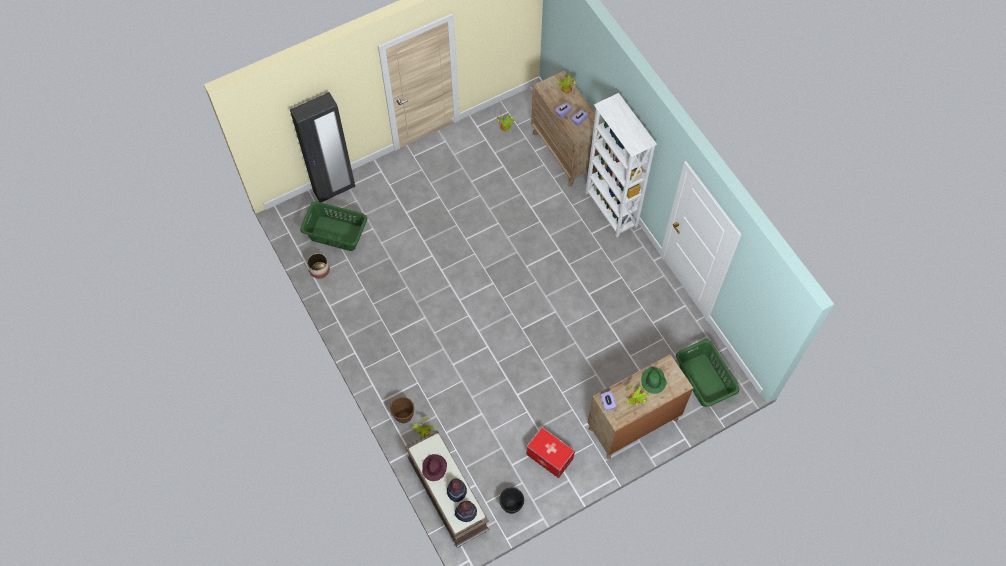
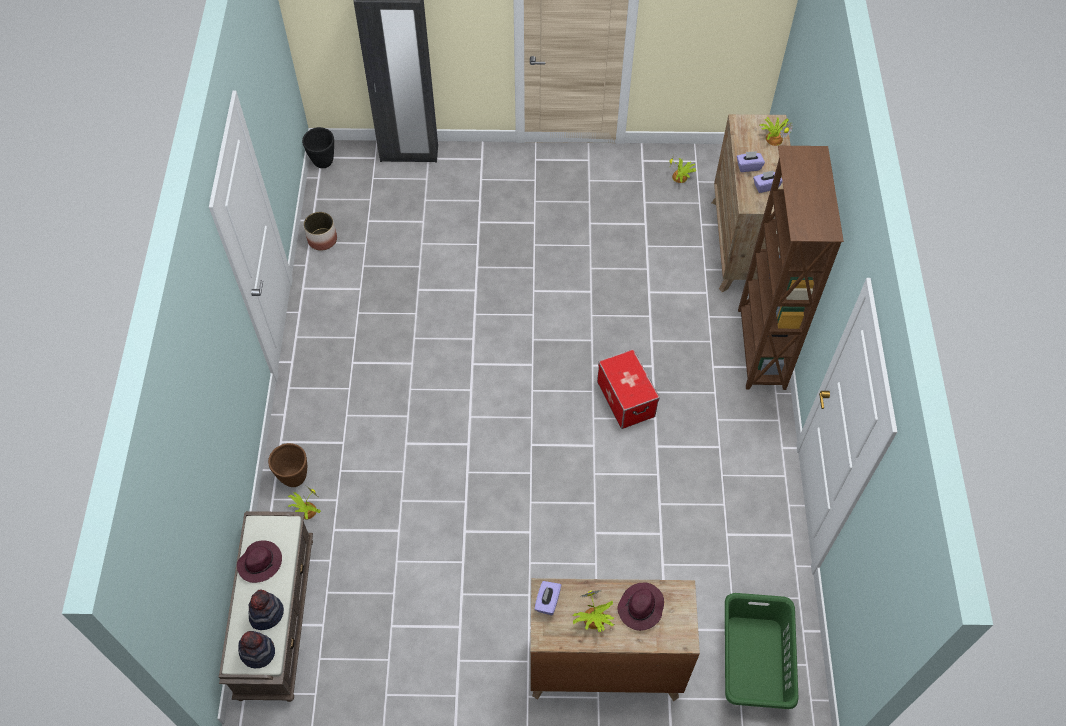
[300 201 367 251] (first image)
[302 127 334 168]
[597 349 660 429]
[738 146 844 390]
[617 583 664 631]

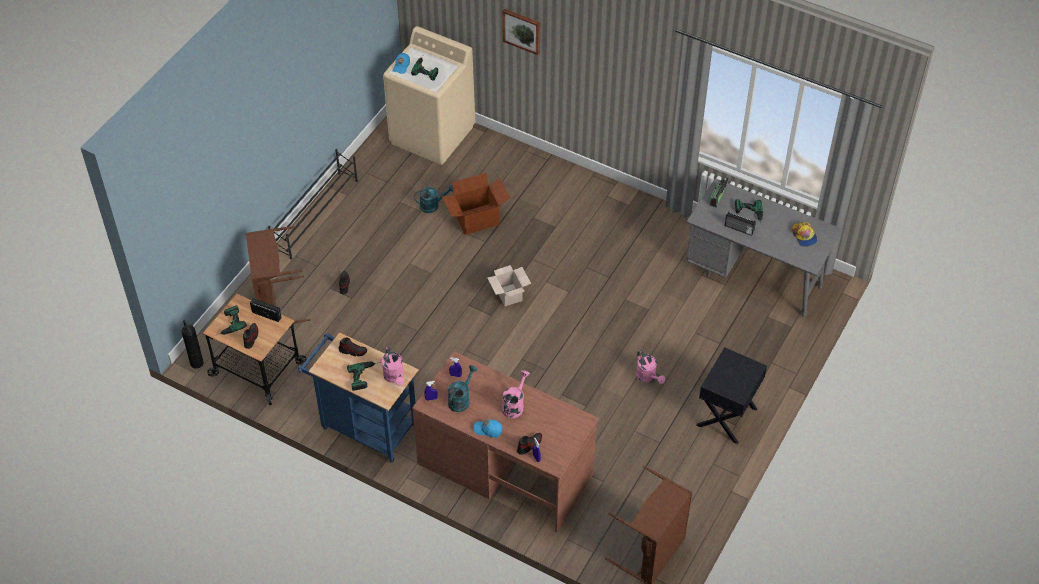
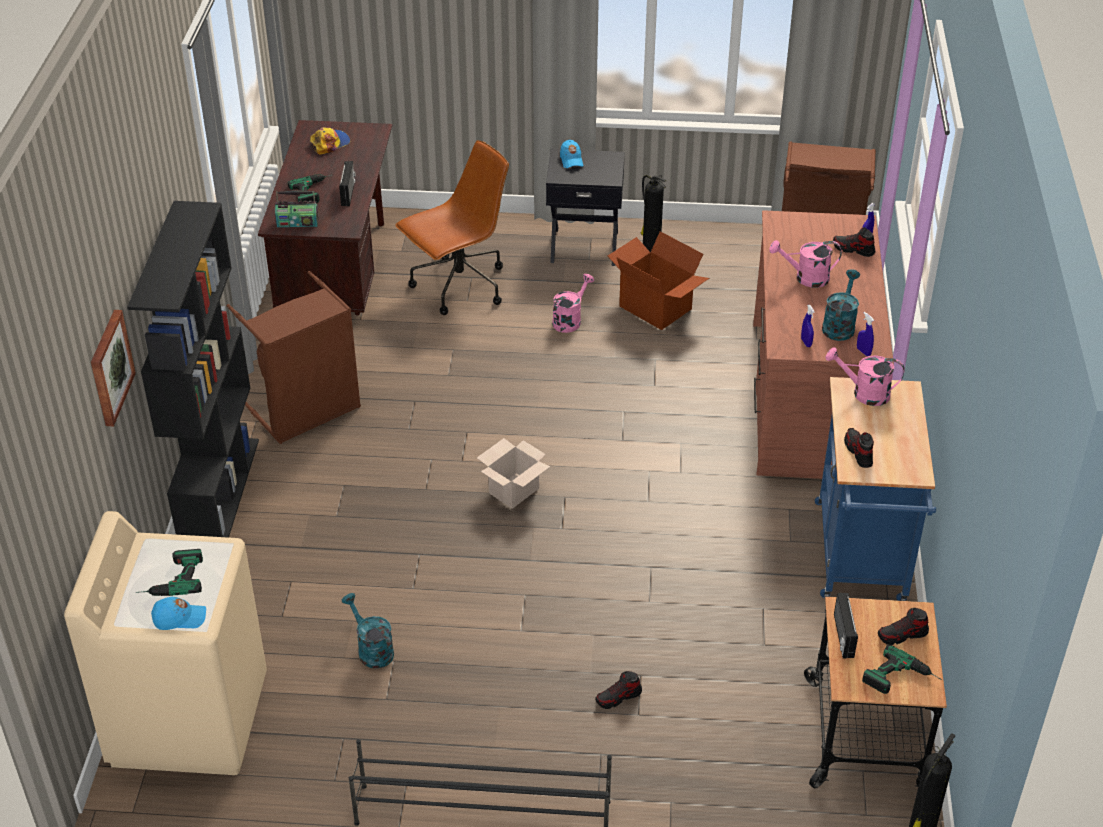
[226 271 361 444]
[347 361 381 391] (first image)
[826 347 905 406]
[608 231 709 330]
[822 269 860 341]
[560 140 584 168]
[258 120 392 316]
[127 201 259 538]
[395 140 509 315]
[641 175 666 252]

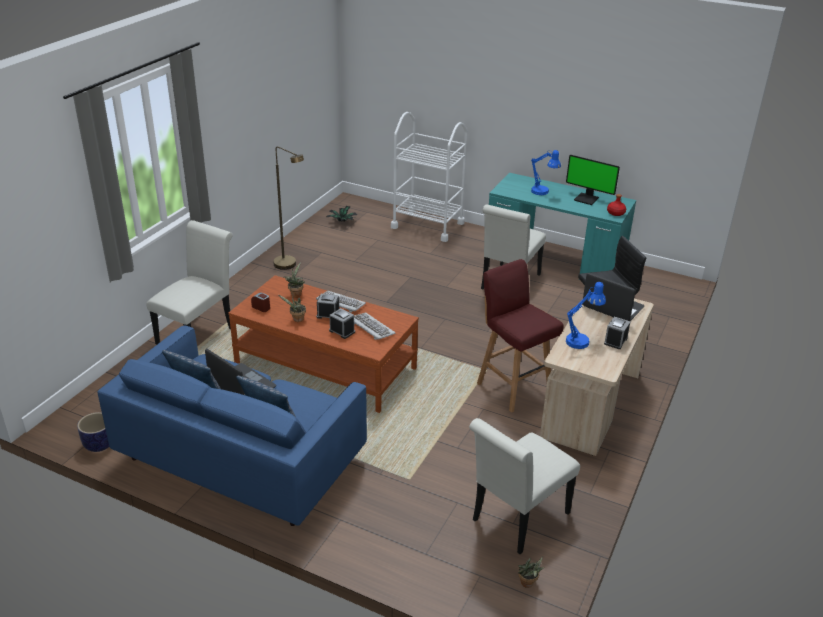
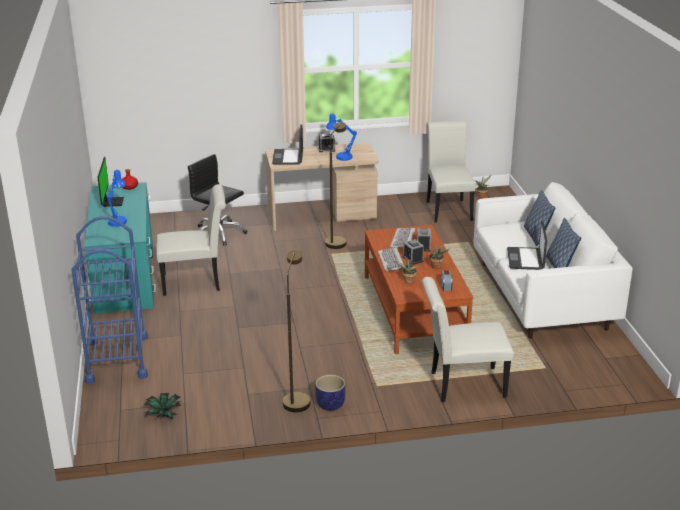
[315 375 345 411]
[474 182 633 338]
[71 216 148 384]
[426 120 475 223]
[325 122 346 249]

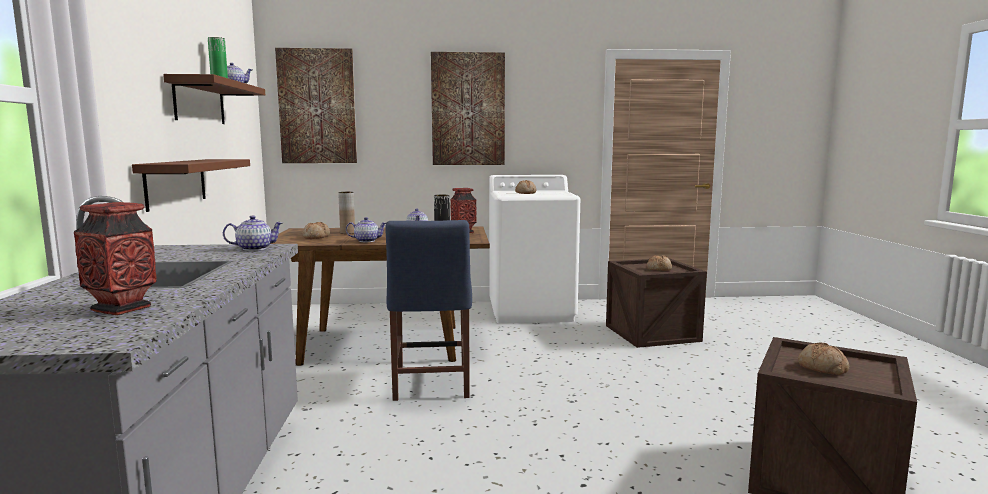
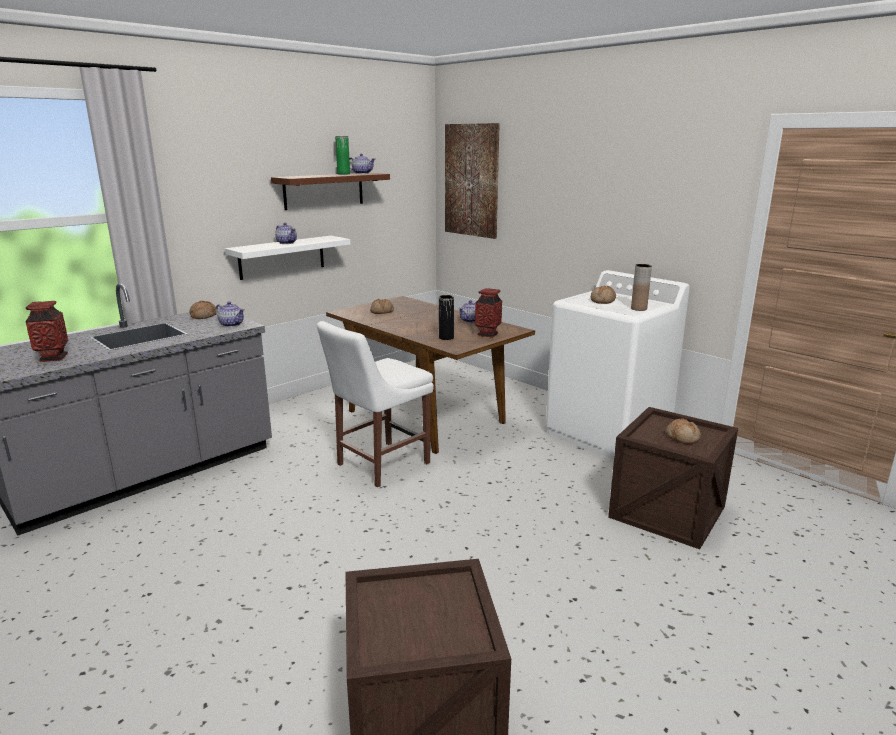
[225 236 351 280]
[631 264 652 311]
[275 223 297 244]
[317 321 434 487]
[431 52 505 165] (first image)
[189 301 216 319]

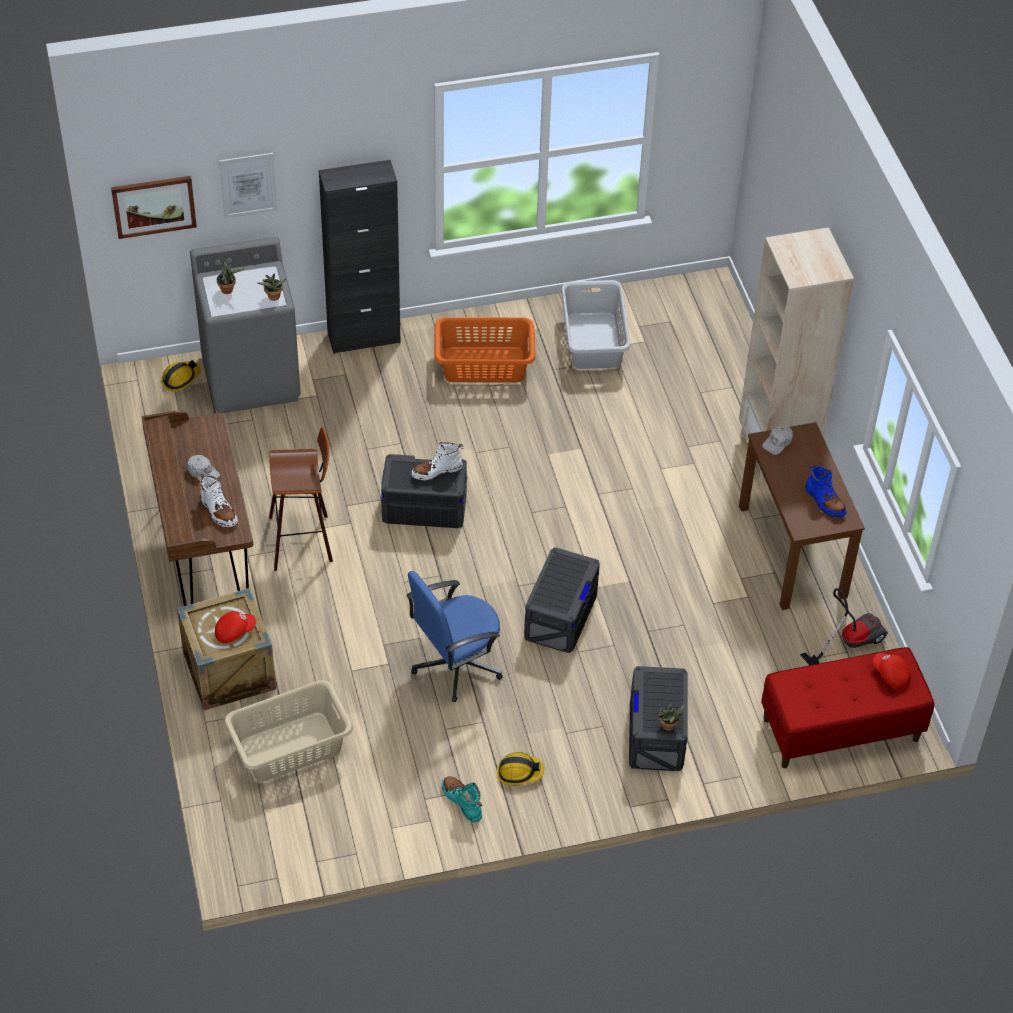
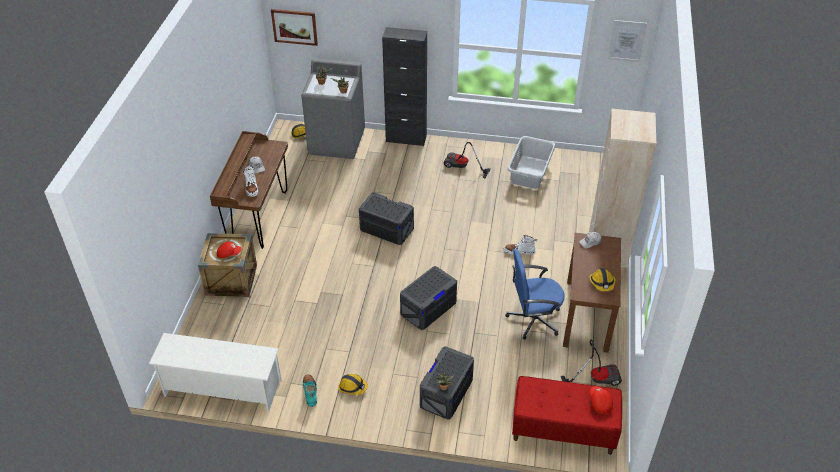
[608 20 647 62]
[224 680 353 782] (first image)
[269 427 333 571] (first image)
[505 249 565 340]
[504 235 538 255]
[444 142 491 179]
[589 268 615 291]
[149 333 282 411]

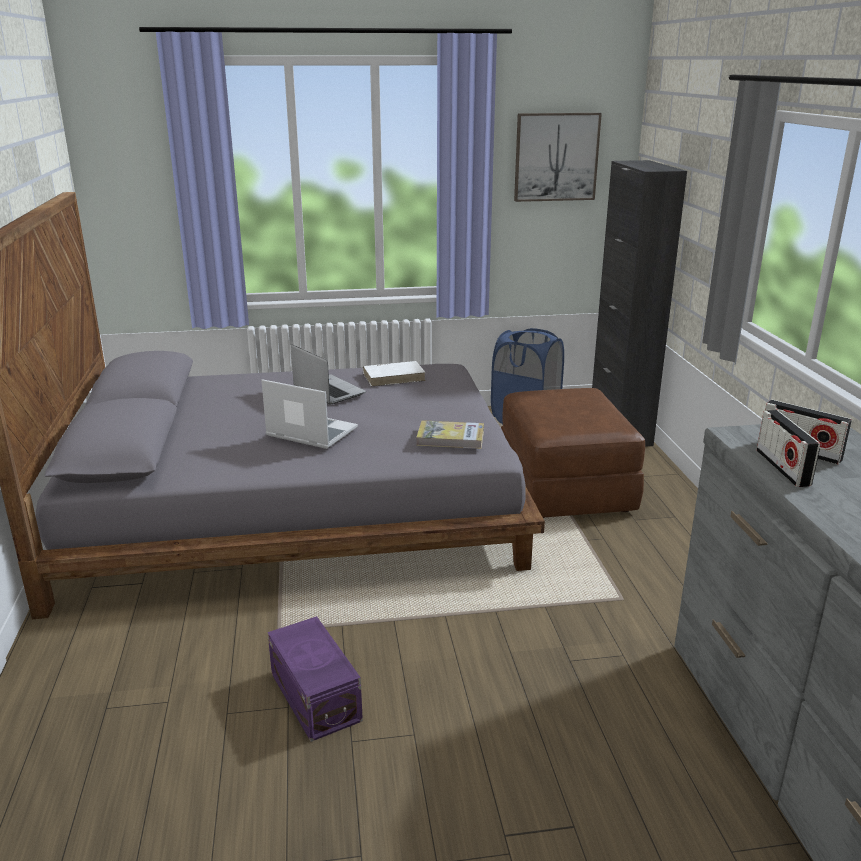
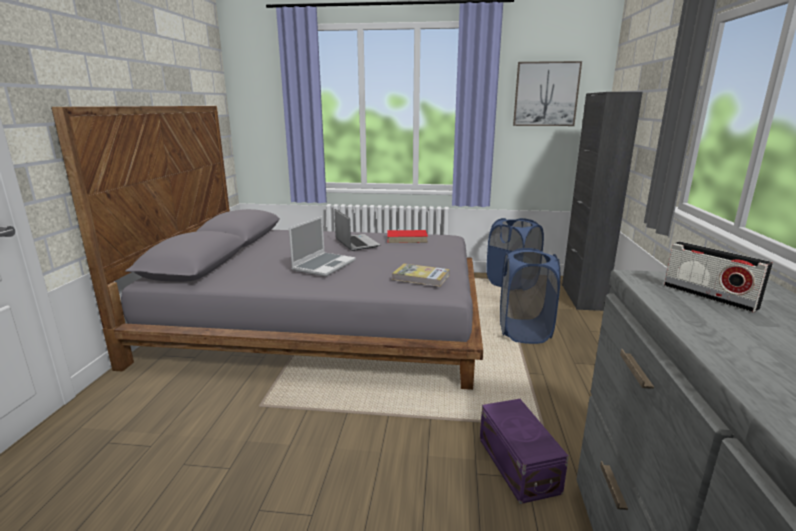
[289 216 356 276]
[480 399 569 504]
[387 230 428 243]
[500 248 560 344]
[757 410 820 487] (first image)

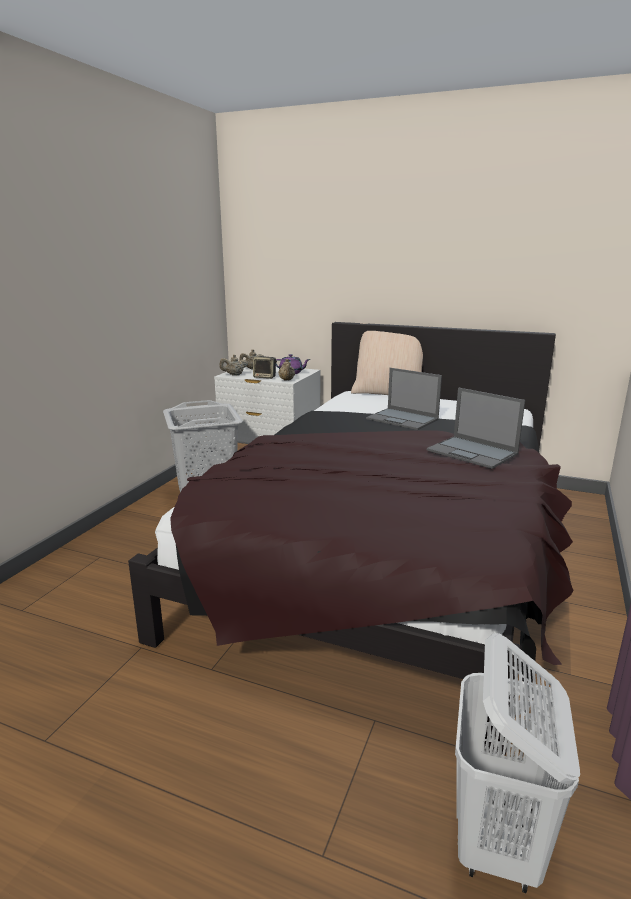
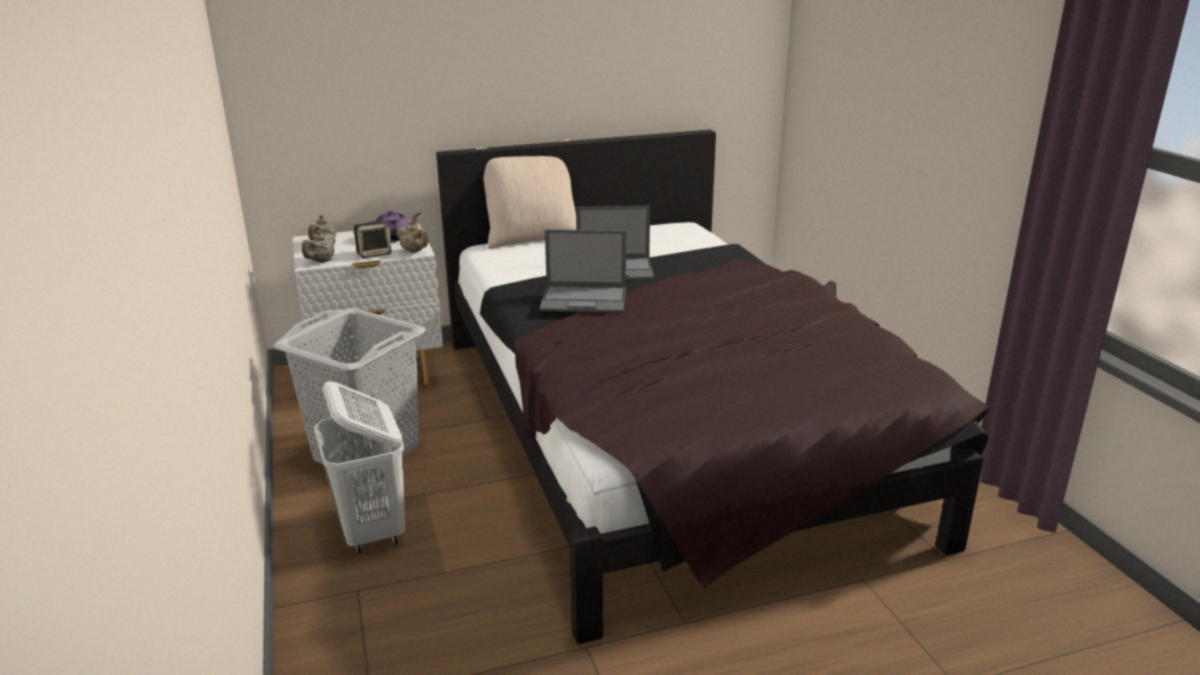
[539 229 626 313]
[314 381 405 554]

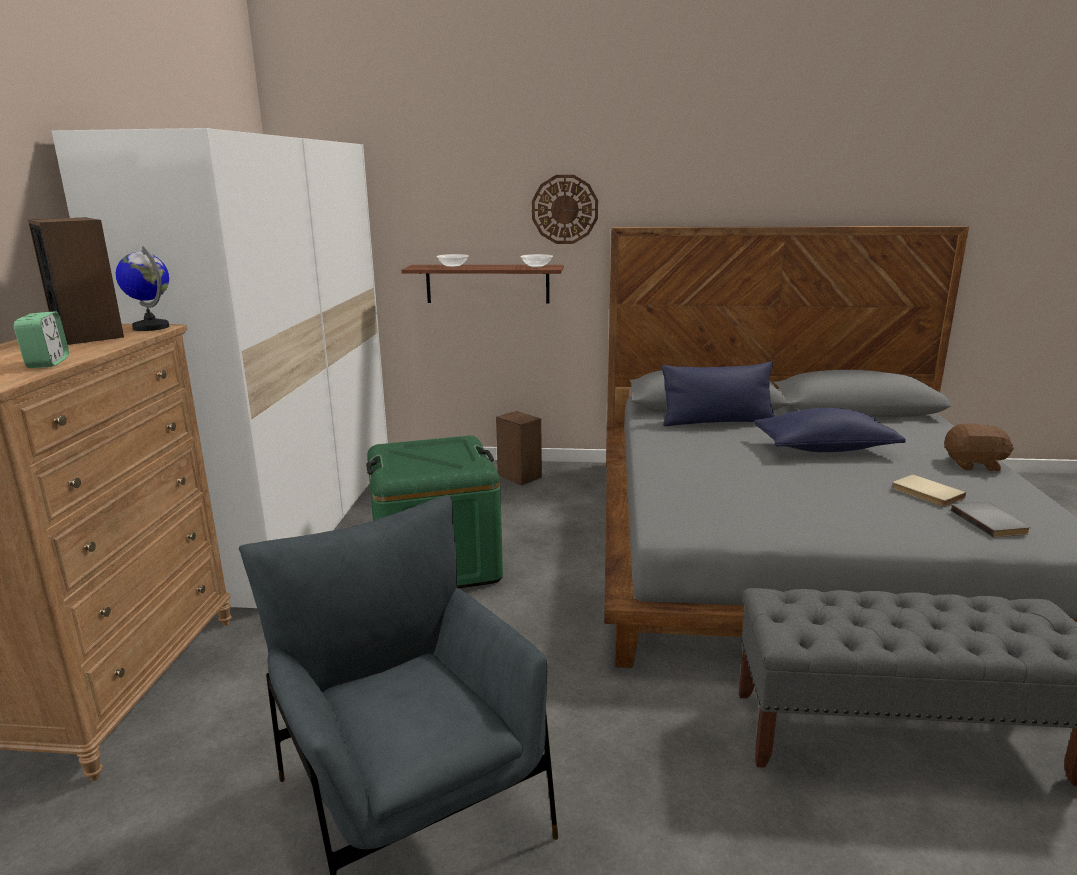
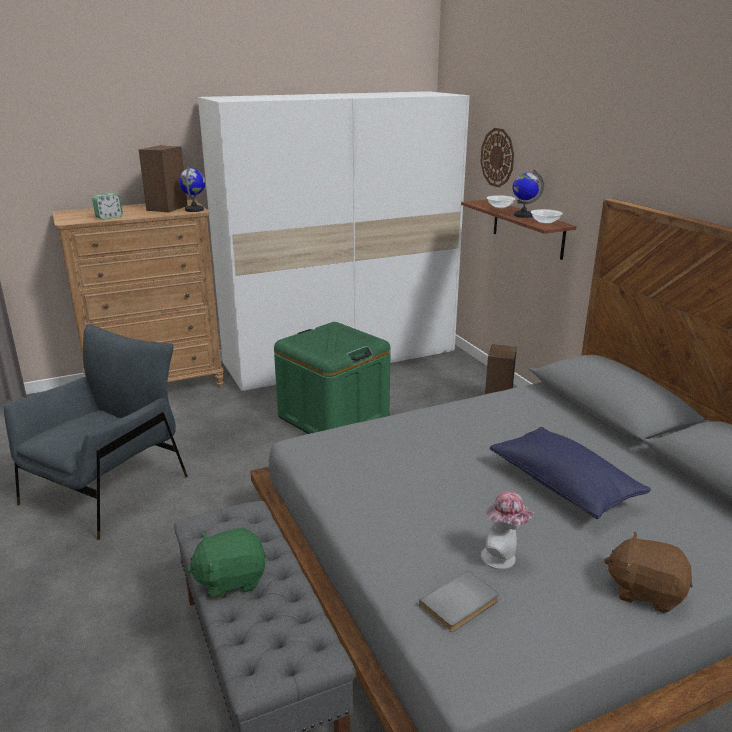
[480 128 514 187]
[662 362 775 426] (first image)
[481 491 535 569]
[604 531 693 613]
[187 528 266 599]
[513 170 544 218]

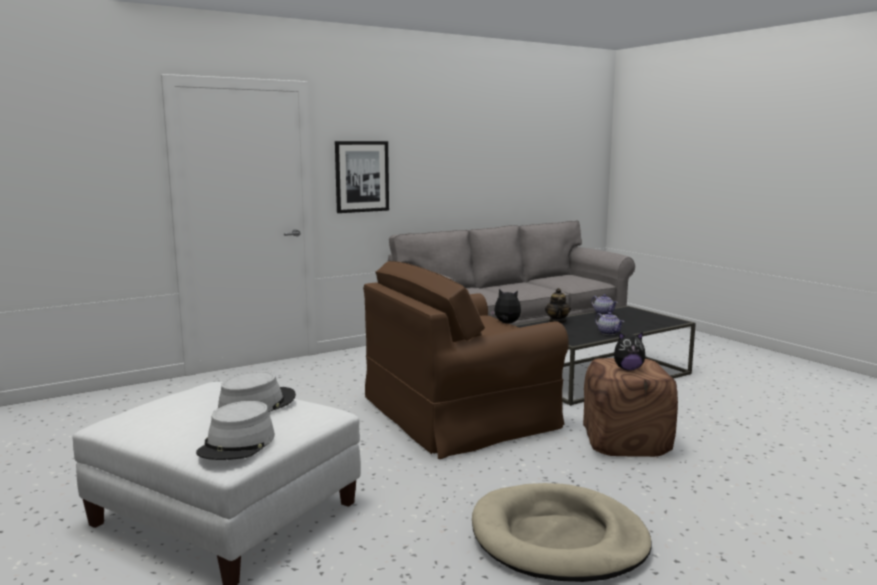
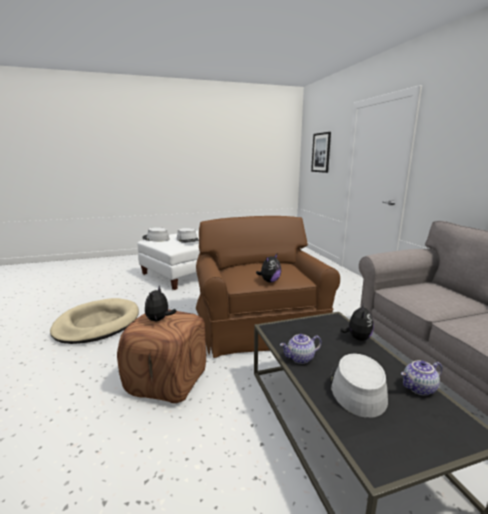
[311 132 331 173]
[340 303 374 341]
[331 354 388 418]

